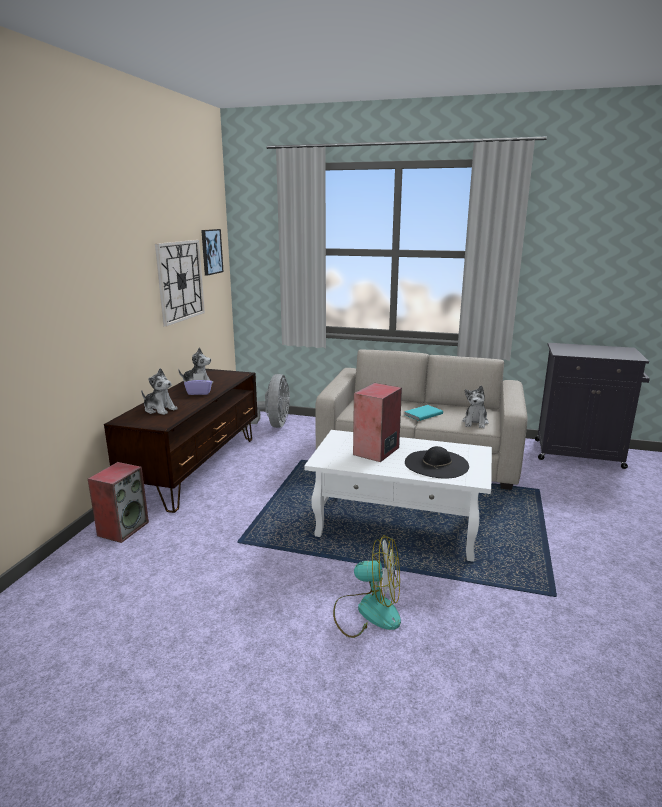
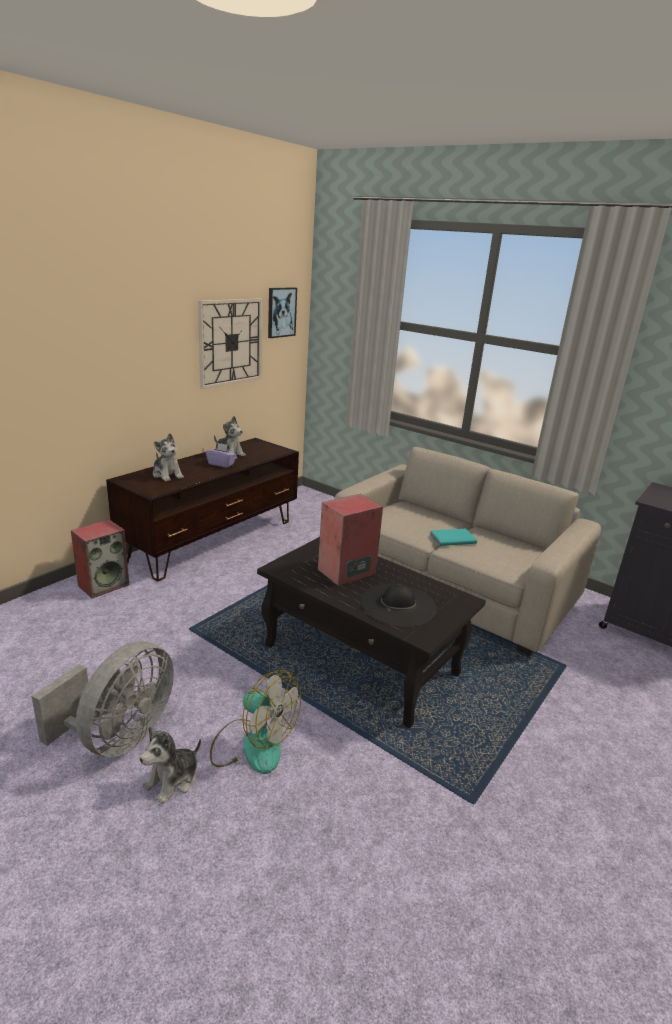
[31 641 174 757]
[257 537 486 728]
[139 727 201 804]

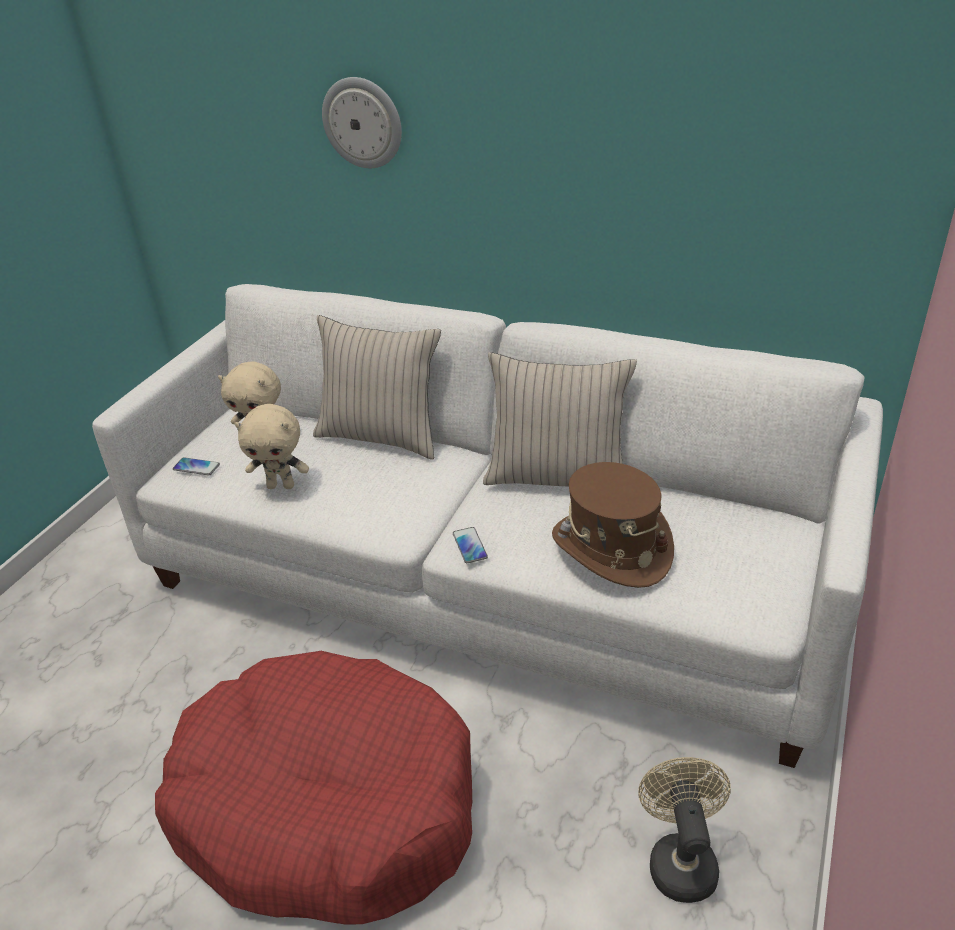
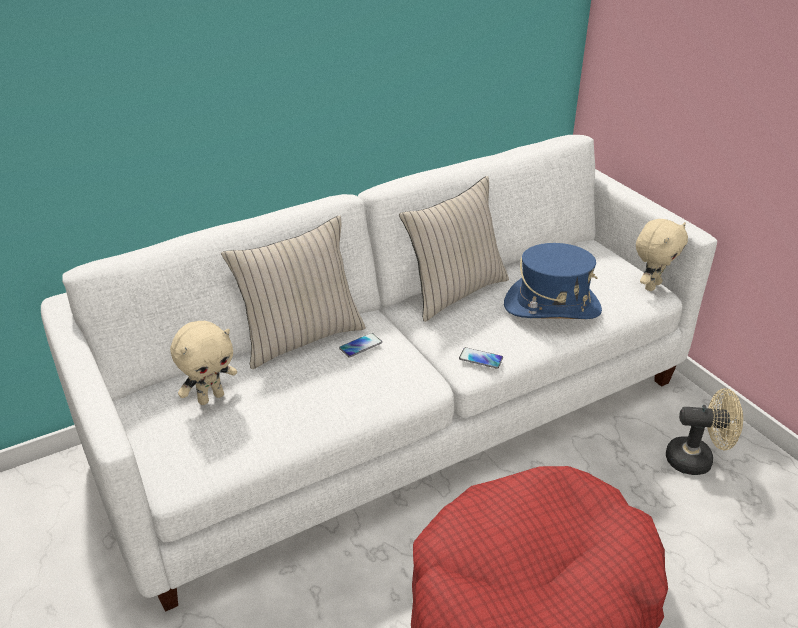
[339 333 382 357]
[636 219 688 291]
[322 77 402 168] (first image)
[504 243 602 319]
[666 388 743 475]

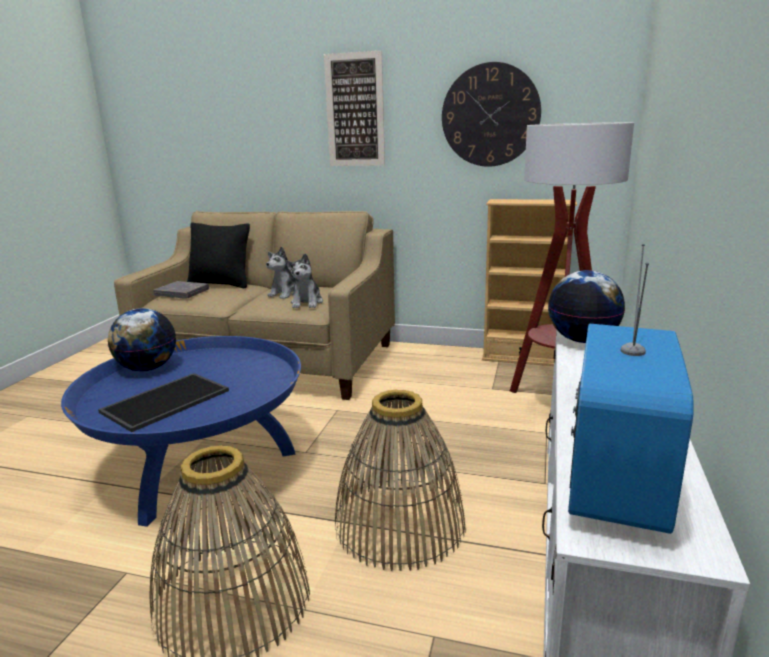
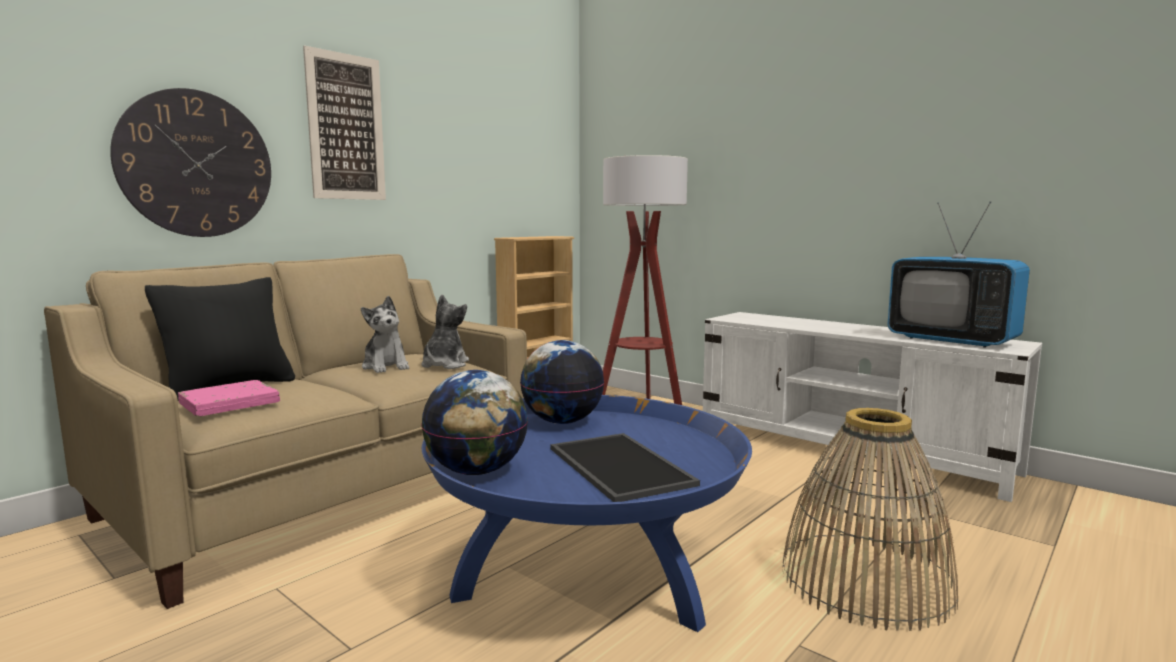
[178 380 280 416]
[422 294 469 369]
[335 389 465 571] (first image)
[110 88 271 237]
[520 340 604 424]

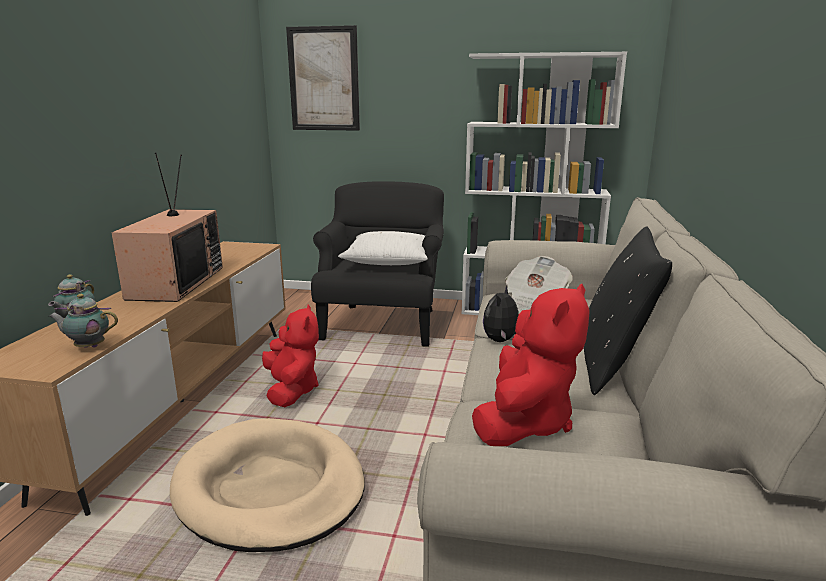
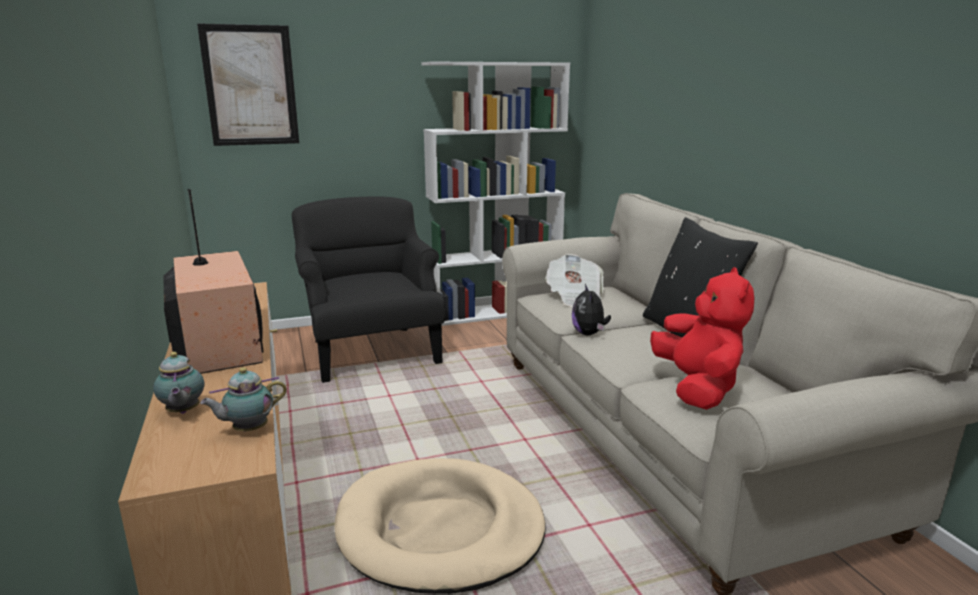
[262 305 319 407] (first image)
[338 231 428 265] (first image)

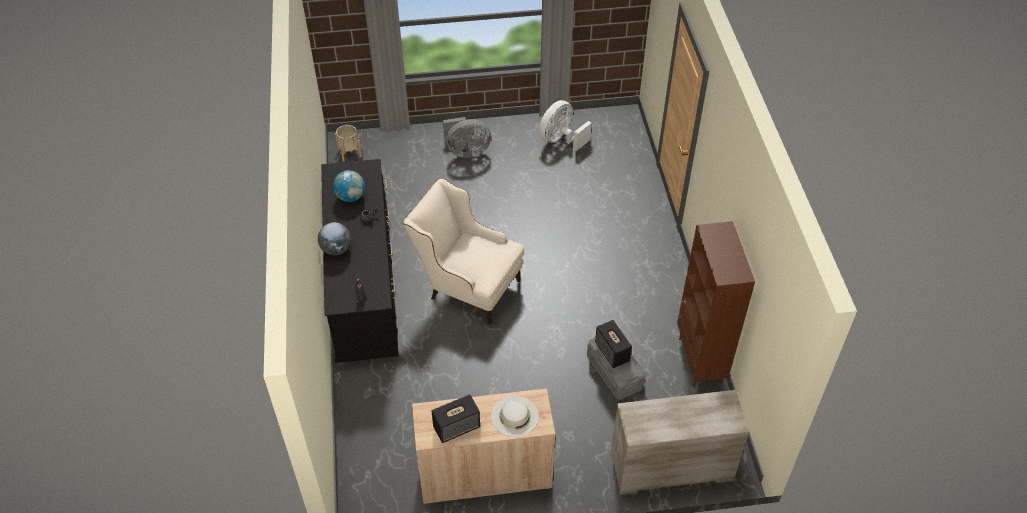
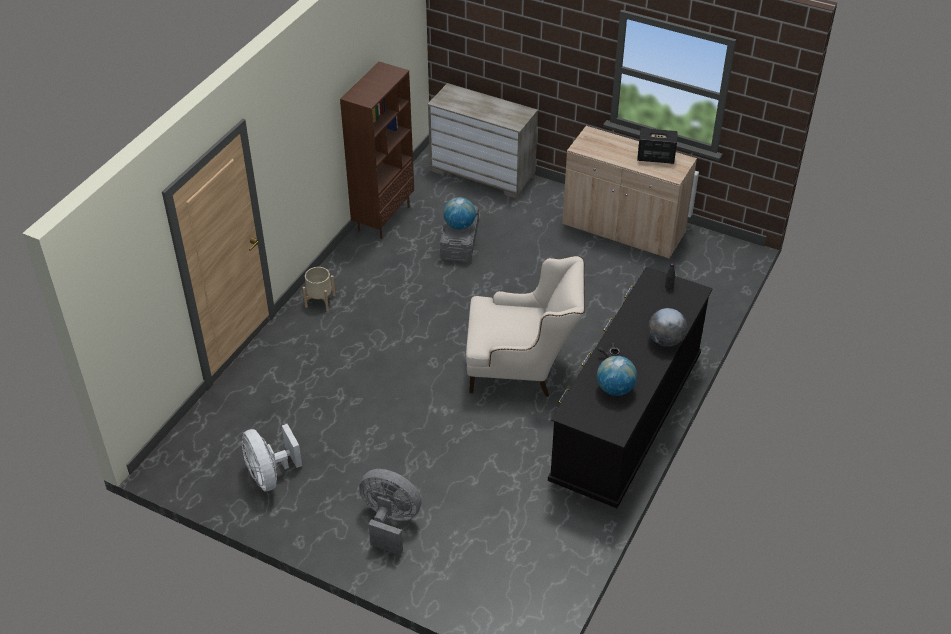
[303 267 335 311]
[466 256 585 397]
[491 396 539 437] (first image)
[242 424 302 491]
[443 197 476 230]

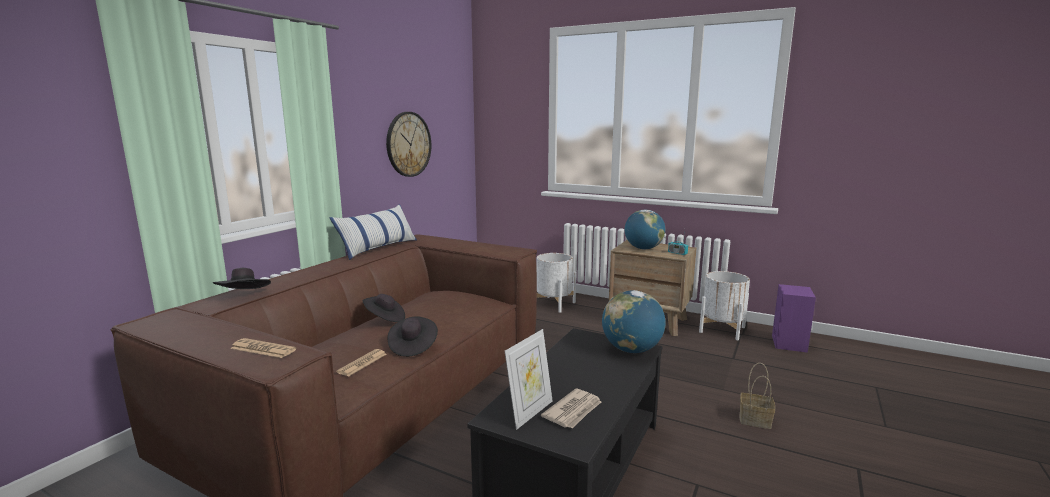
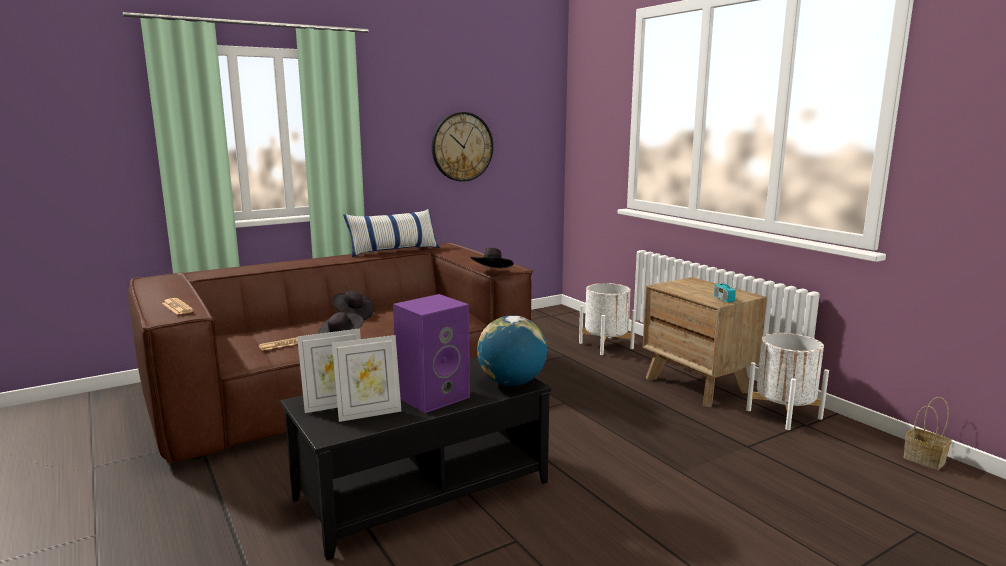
[470 248 513 269]
[332 335 401 422]
[625 210 665 249] (first image)
[903 397 951 470]
[393 294 470 413]

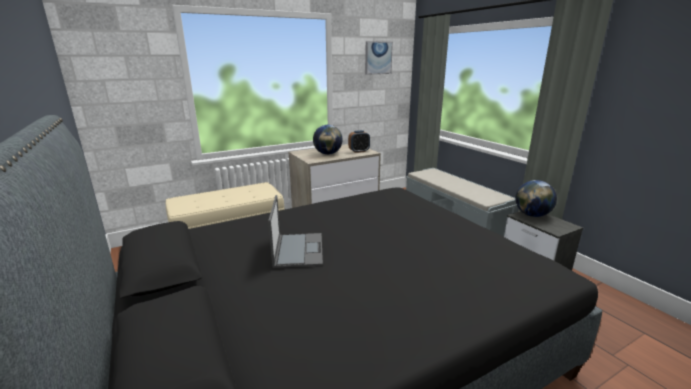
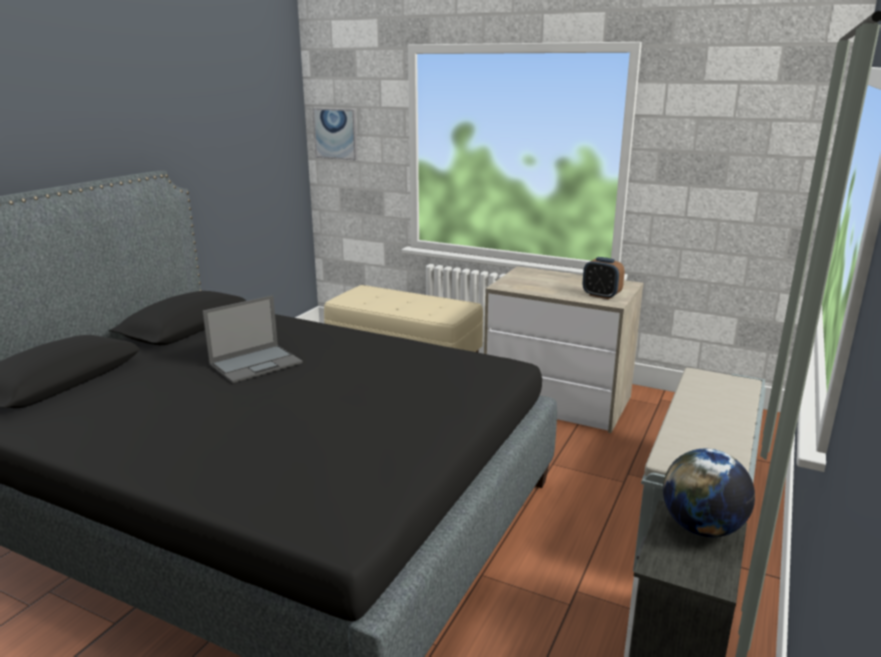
[313 125 343 155] (first image)
[313 108 358 161]

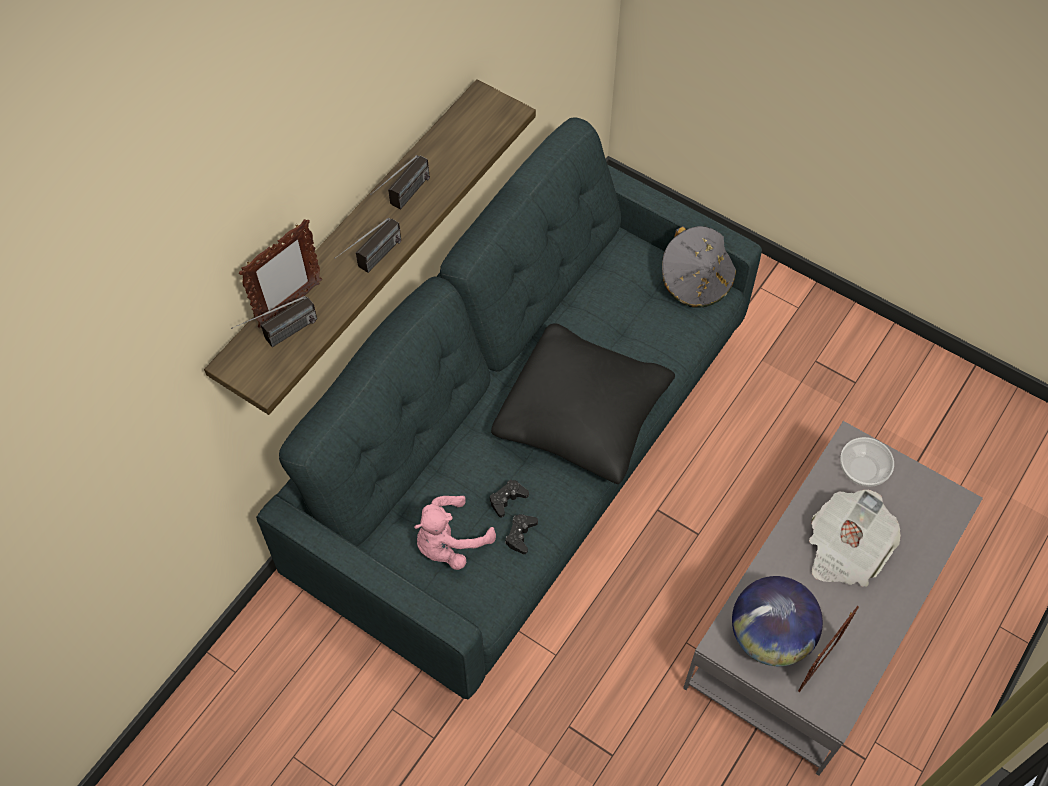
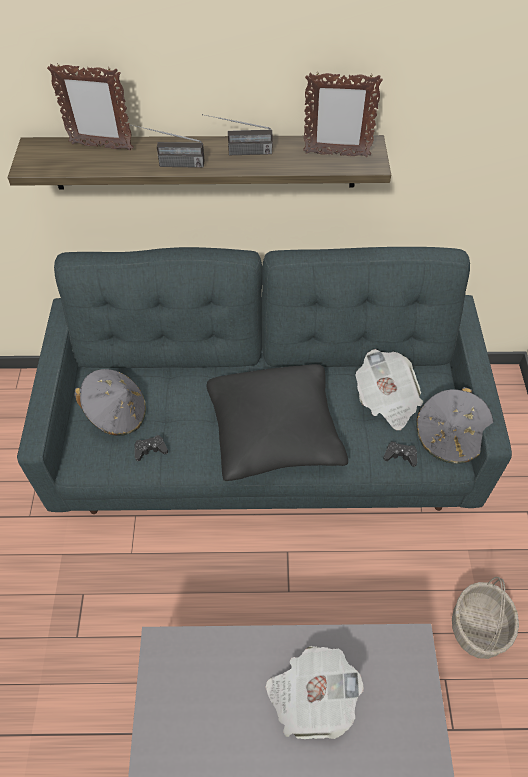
[231 296 317 347] (first image)
[74 369 146 436]
[383 441 417 467]
[732 576 823 666] (first image)
[303 73 383 157]
[840 437 894 487] (first image)
[355 349 423 430]
[452 577 519 659]

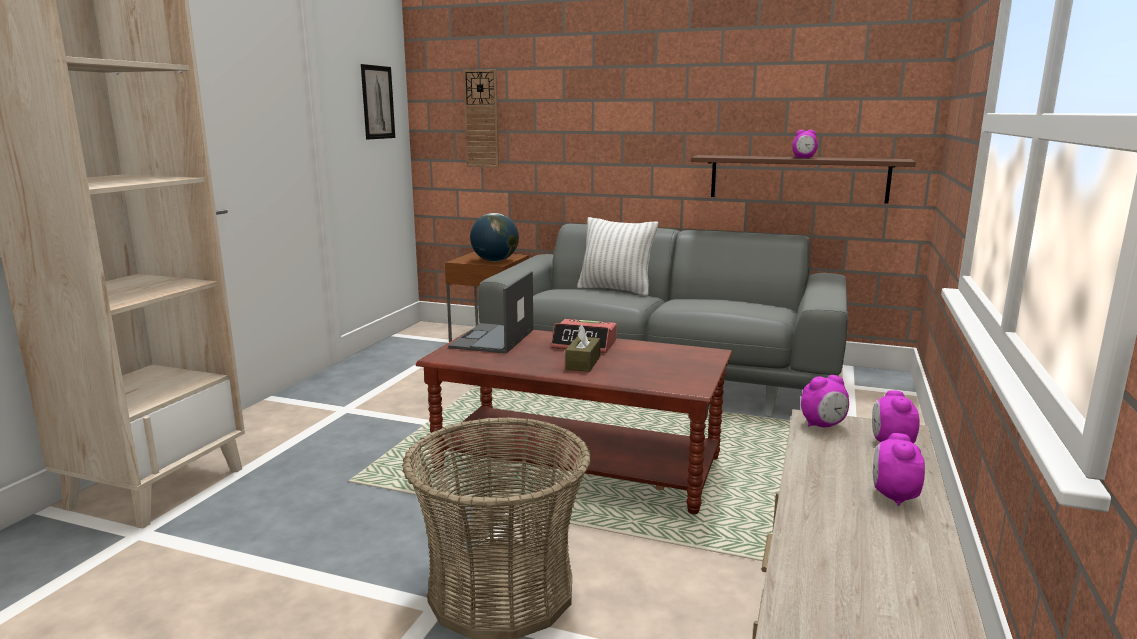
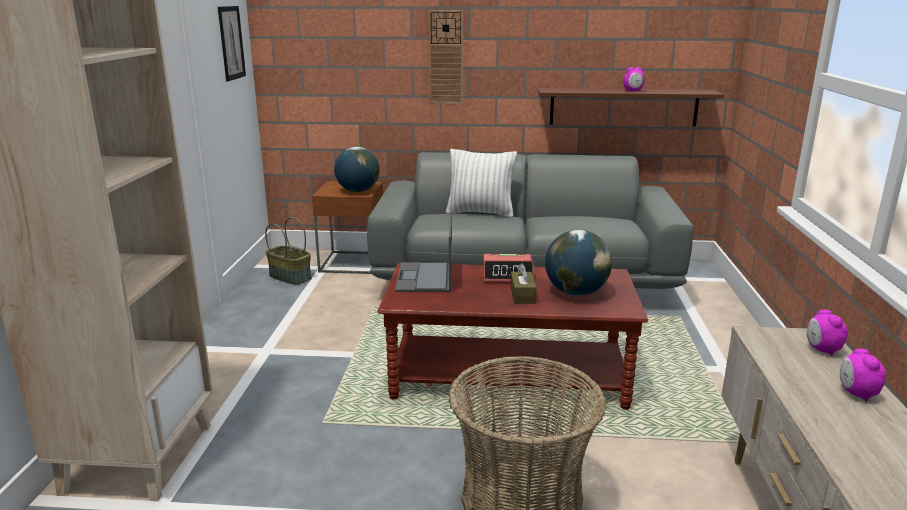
[429 10 463 104]
[801 375 849 427] (first image)
[265 217 312 285]
[545 230 612 296]

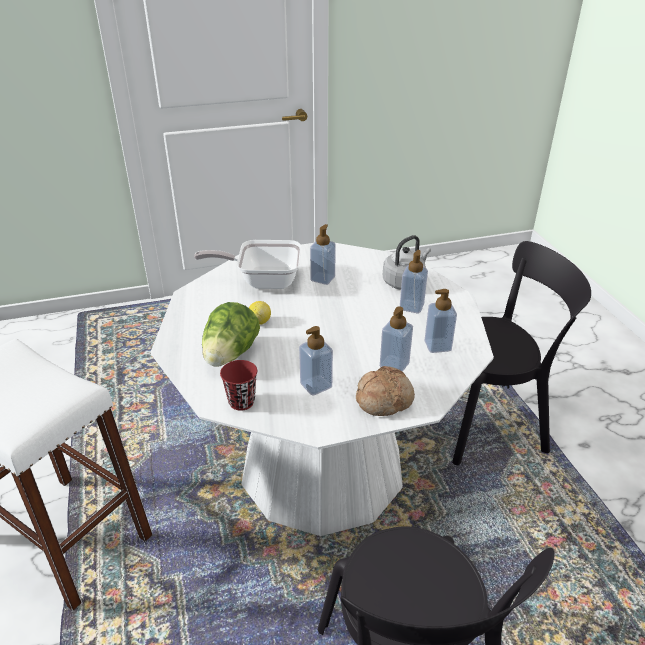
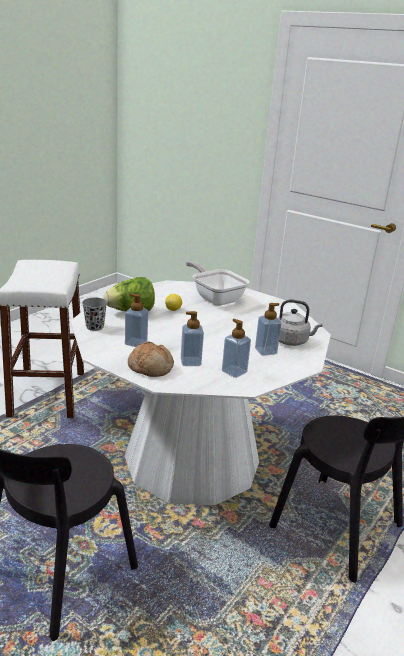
[82 298 107 331]
[310 224 336 285] (first image)

